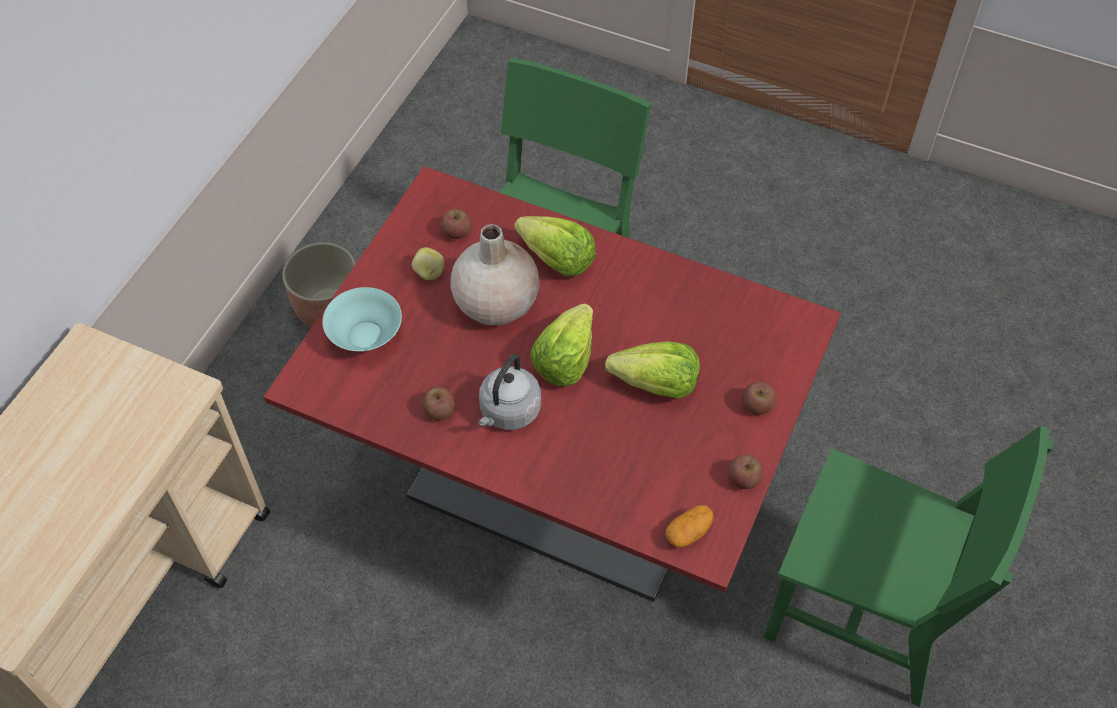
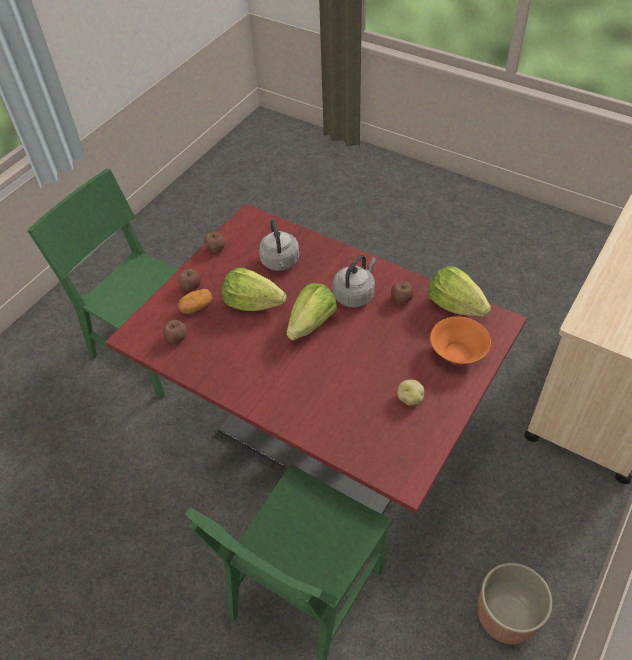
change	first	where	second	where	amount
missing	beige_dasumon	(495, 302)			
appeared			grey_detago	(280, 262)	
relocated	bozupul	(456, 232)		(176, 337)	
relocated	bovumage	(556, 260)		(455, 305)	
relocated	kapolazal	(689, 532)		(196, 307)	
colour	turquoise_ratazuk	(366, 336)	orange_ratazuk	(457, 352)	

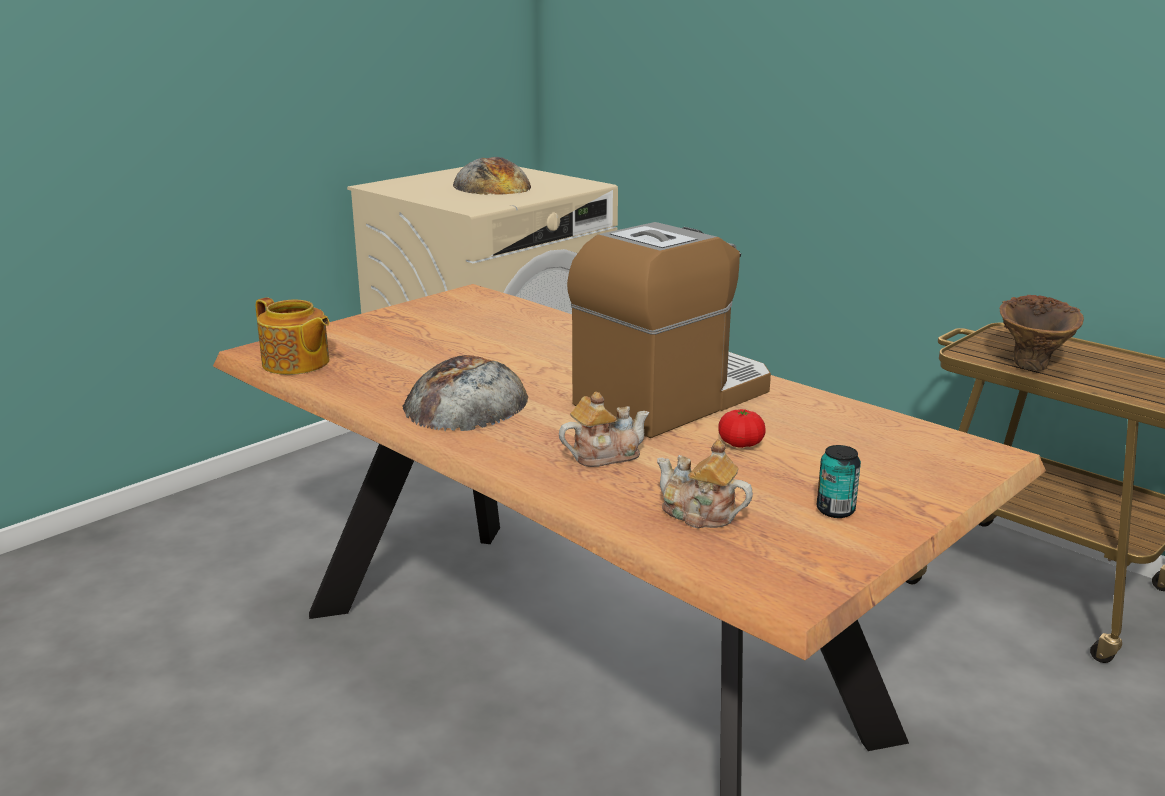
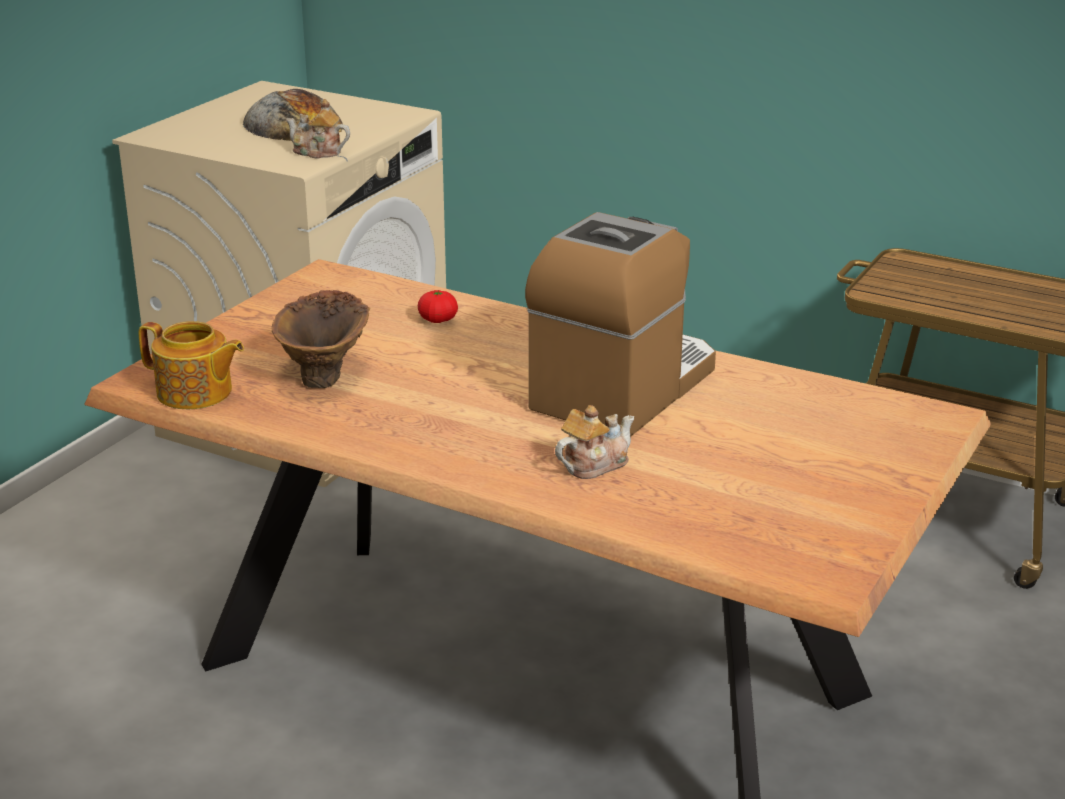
change	first	where	second	where	amount
missing	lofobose	(466, 402)			
missing	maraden	(835, 510)			
relocated	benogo	(699, 514)		(318, 152)	
relocated	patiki	(740, 444)		(438, 320)	
relocated	brown_dasumon	(1033, 362)		(326, 374)	

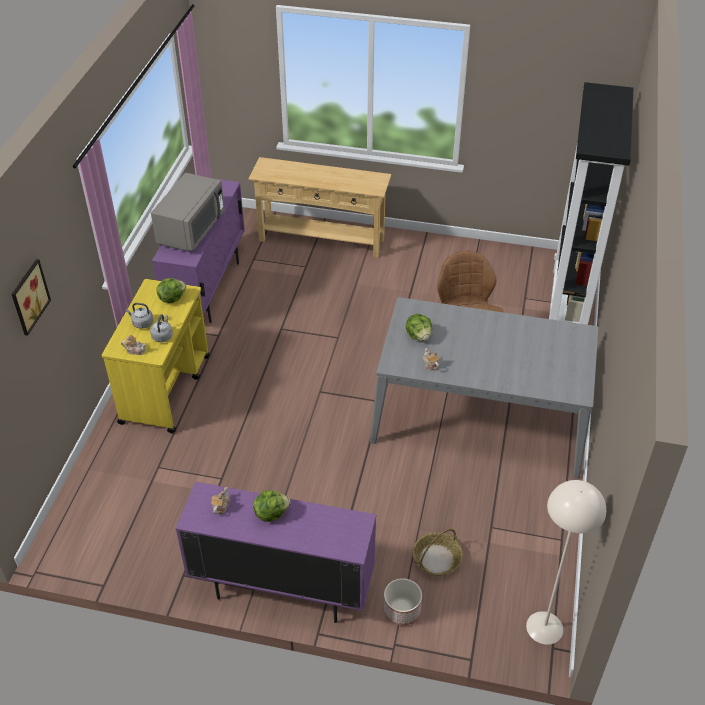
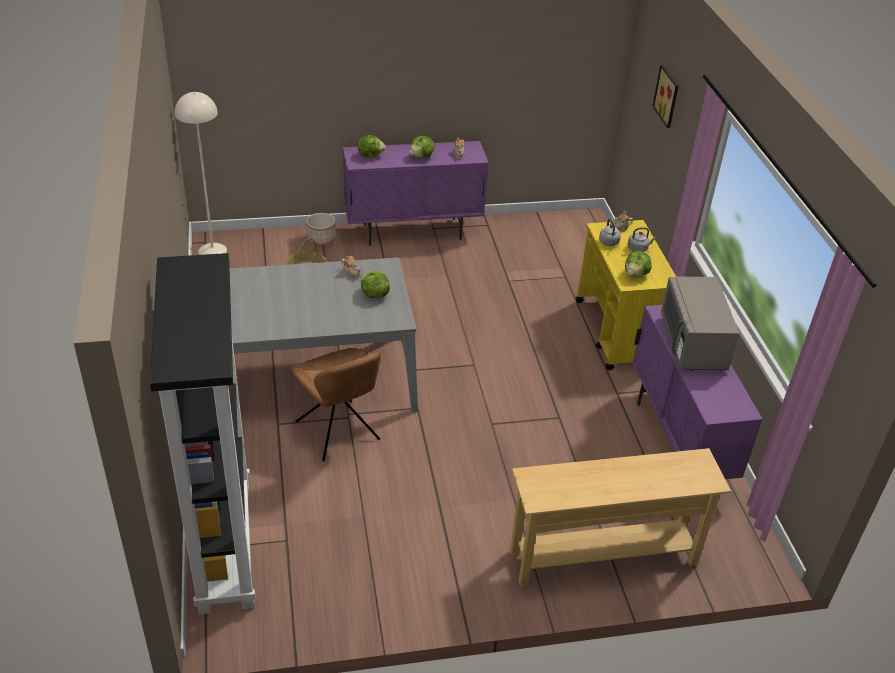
change	first	where	second	where	amount
appeared			bovumage	(370, 155)	

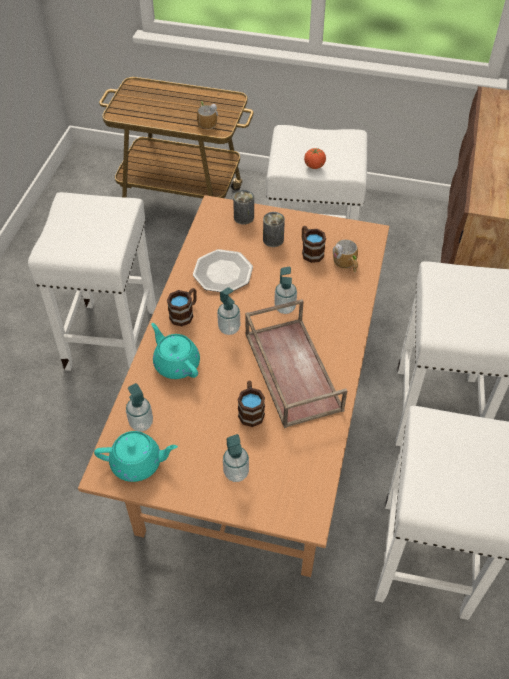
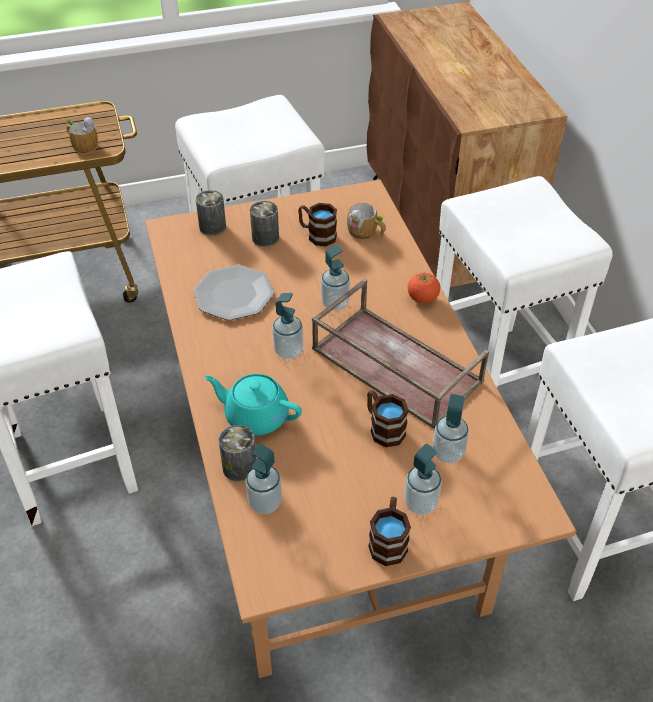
change	first	where	second	where	amount
missing	turquoise_benogo	(138, 463)			
appeared			maraden	(239, 467)	
appeared			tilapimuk	(448, 453)	
relocated	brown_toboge	(185, 313)		(389, 540)	
relocated	patiki	(314, 166)		(422, 299)	

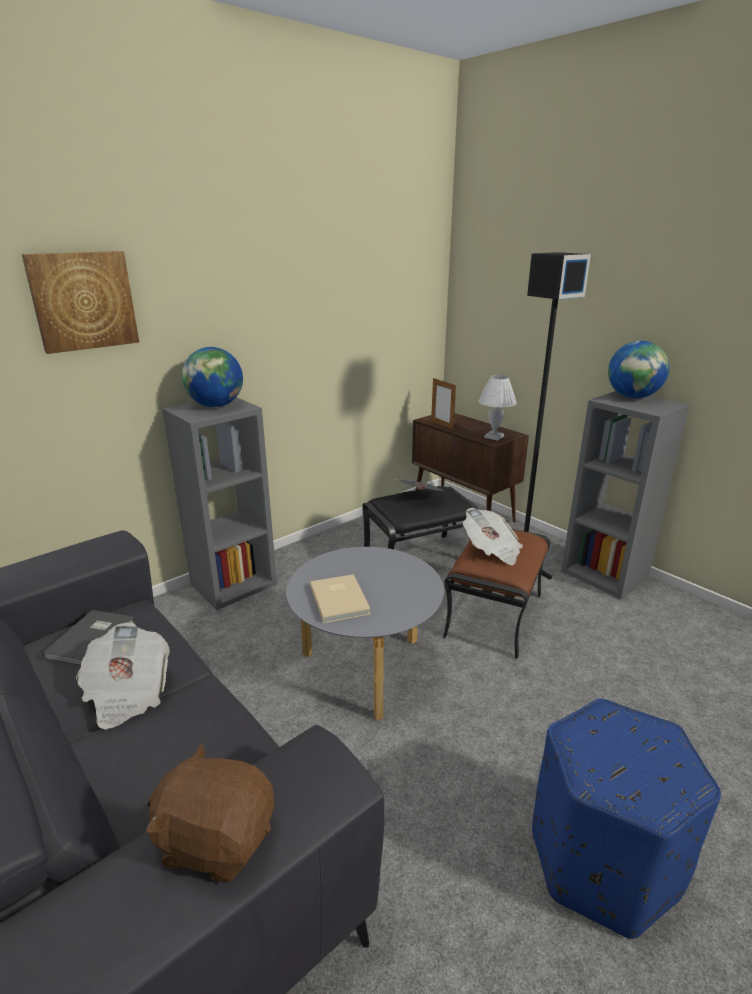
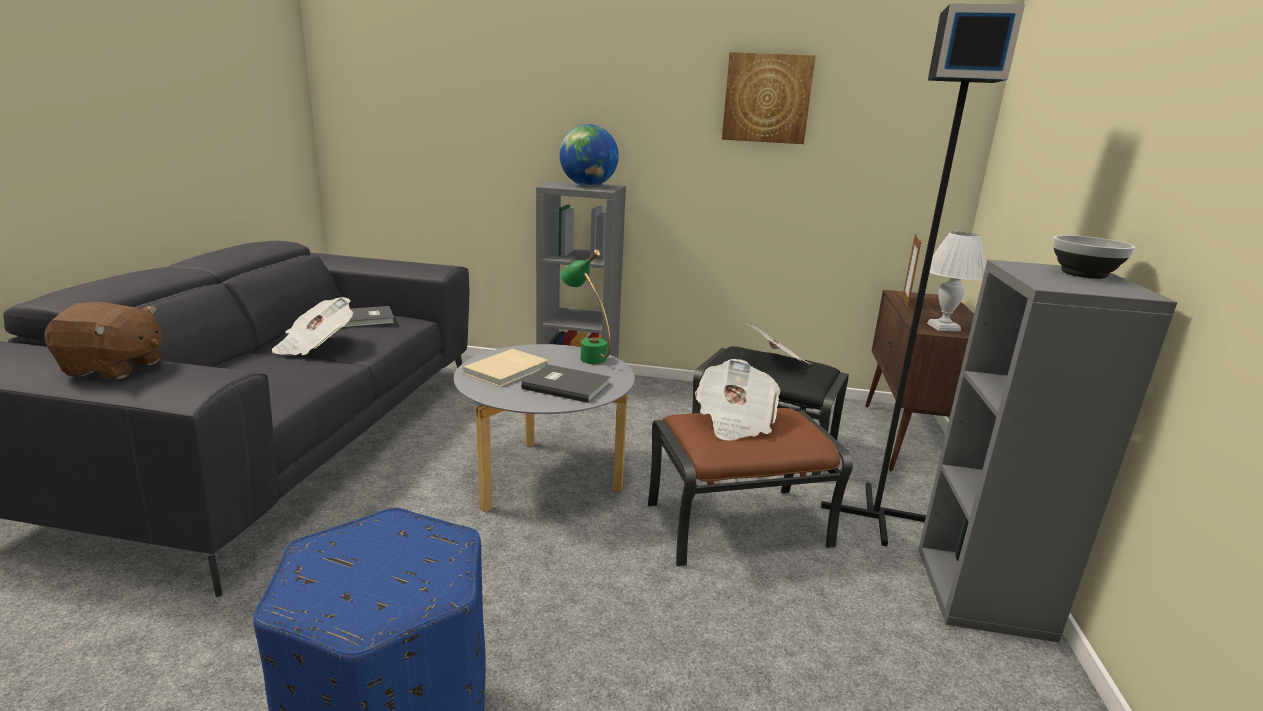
change	first	where	second	where	amount
appeared			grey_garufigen	(566, 385)	
appeared			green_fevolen	(586, 355)	
relocated	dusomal	(83, 301)		(767, 98)	
exchanged	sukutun	(632, 397)	ratazuk	(1083, 274)	
spun	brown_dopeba	(216, 838)		(114, 368)	120 degrees clockwise

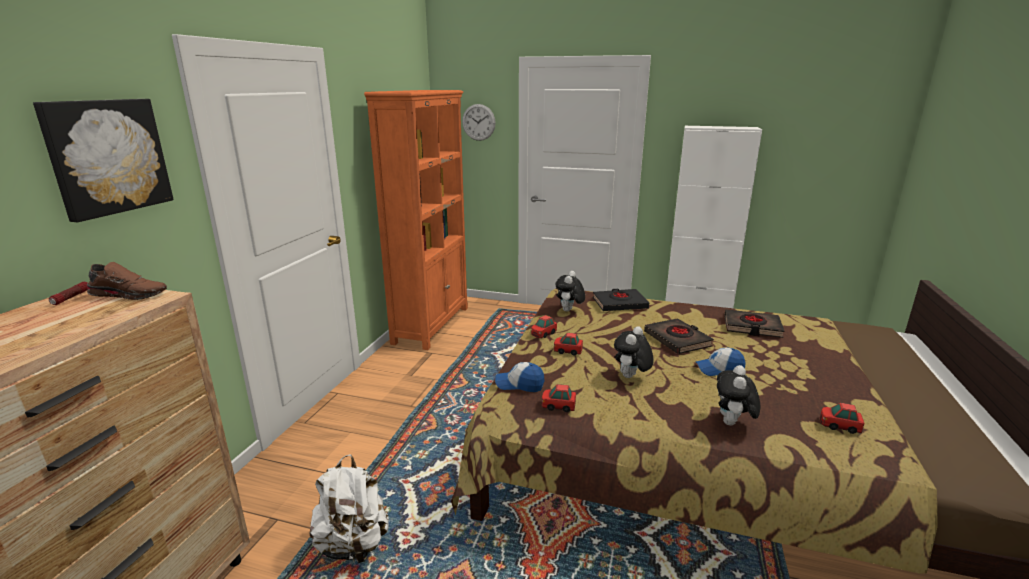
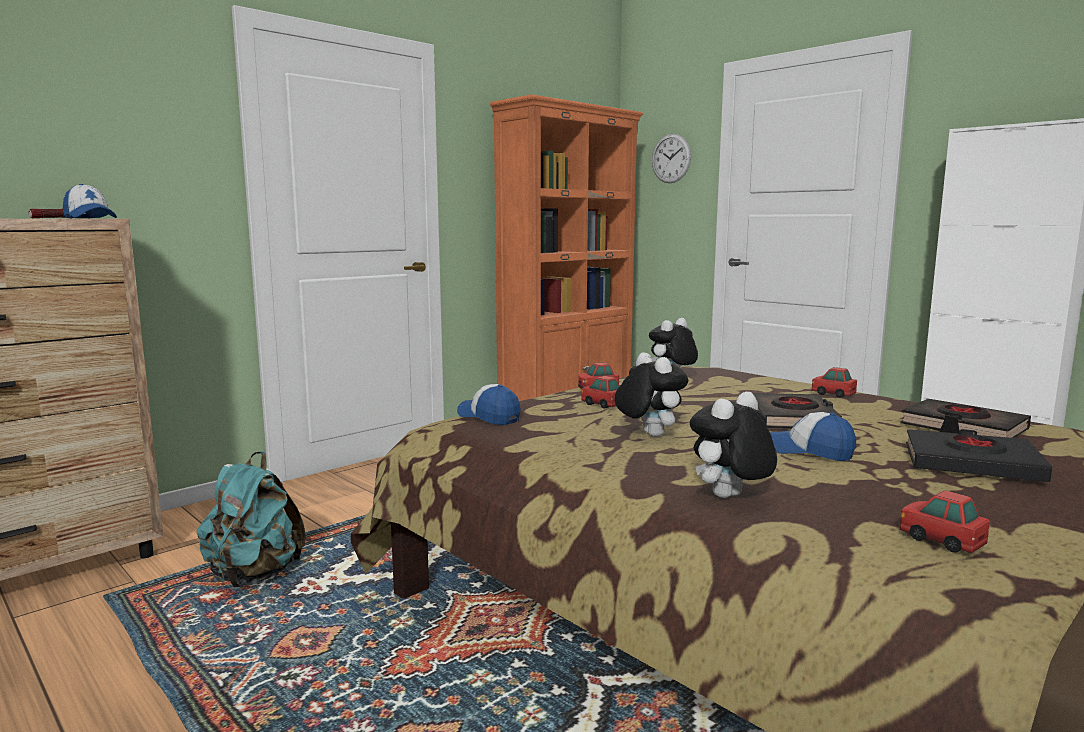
change	first	where	second	where	amount
missing	dusomal	(107, 157)			
relocated	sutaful	(558, 406)		(832, 394)	
relocated	black_garufigen	(619, 304)		(971, 464)	
exchanged	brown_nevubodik	(131, 294)	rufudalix	(89, 218)	
colour	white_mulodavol	(353, 545)	turquoise_mulodavol	(254, 576)	
spun	dopeba	(631, 377)		(648, 435)	90 degrees clockwise

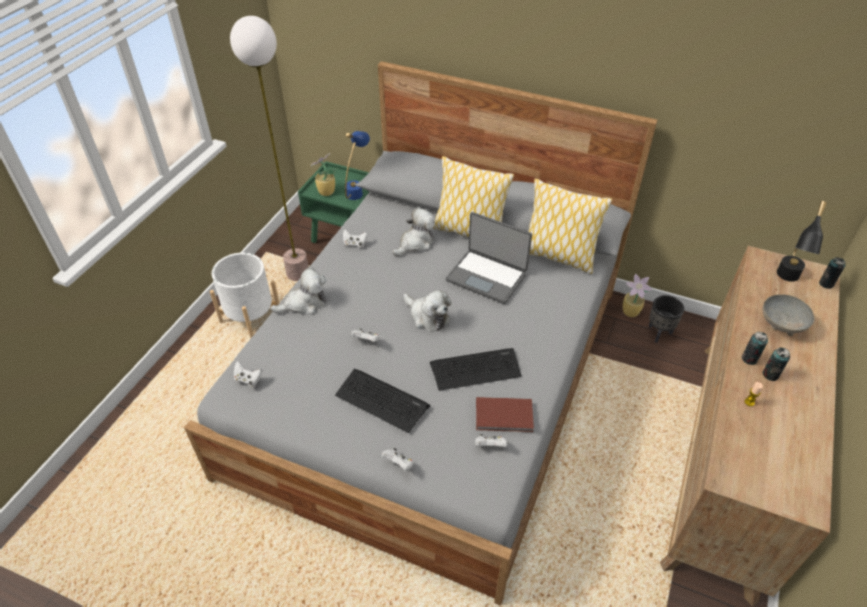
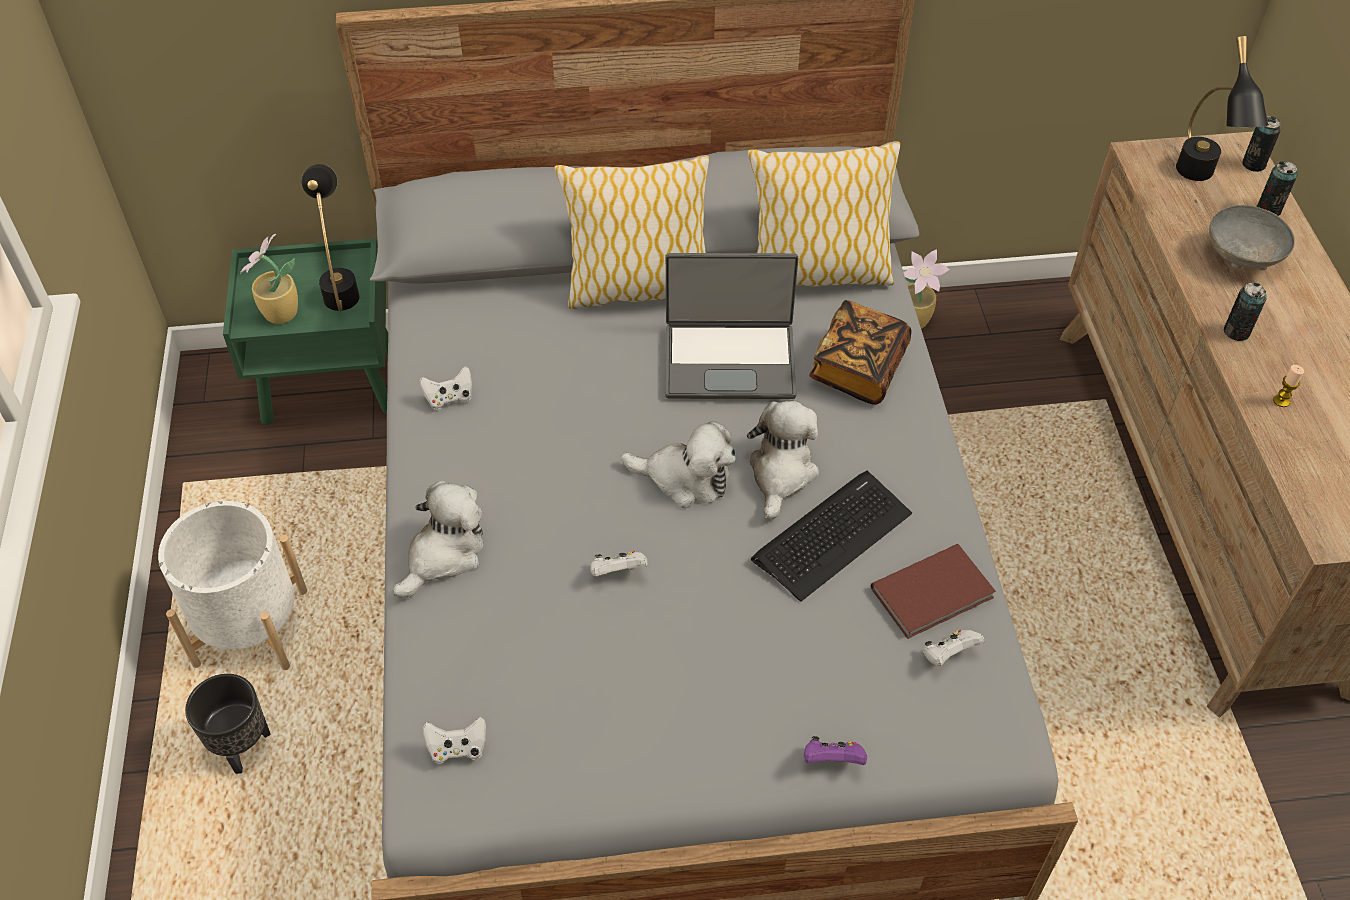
change	first	where	second	where	amount
missing	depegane	(298, 273)			
missing	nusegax	(382, 400)			
appeared			garufigen	(858, 368)	
relocated	dopeba	(415, 243)		(781, 473)	
relocated	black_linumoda	(659, 333)		(244, 747)	
relocated	maraden	(770, 375)		(1268, 209)	
colour	blue_fevolen	(357, 190)	black_fevolen	(340, 285)	
colour	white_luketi	(398, 464)	purple_luketi	(832, 760)	

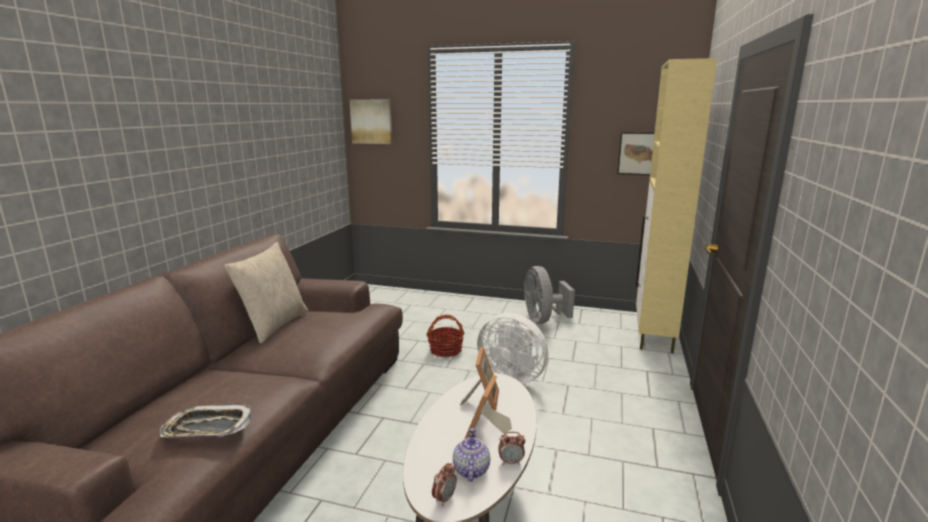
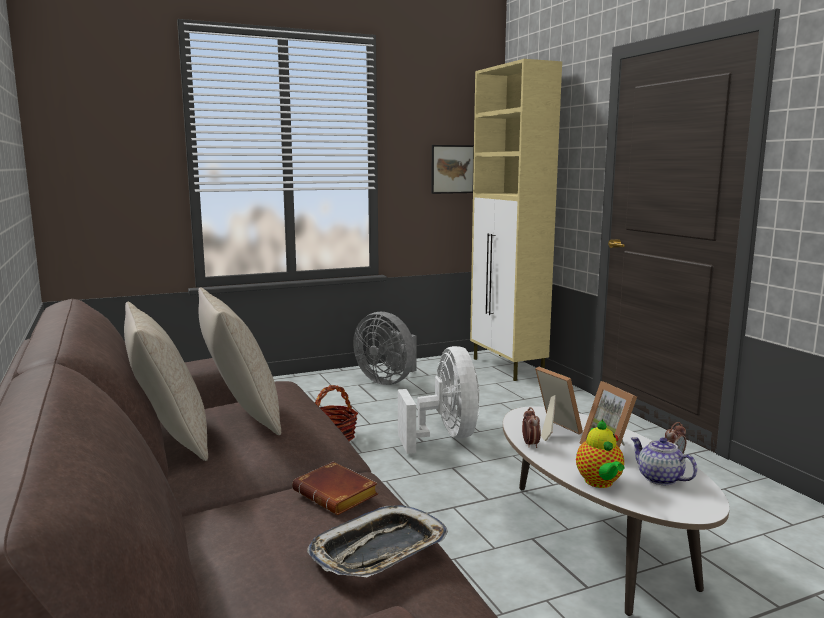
change	first	where	second	where	amount
missing	dusomal	(371, 121)			
appeared			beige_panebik	(241, 416)	
appeared			brown_garufigen	(338, 495)	
appeared			benogo	(600, 483)	
relocated	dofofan	(444, 498)		(530, 444)	
spun	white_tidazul	(512, 376)		(445, 437)	90 degrees counterclockwise

